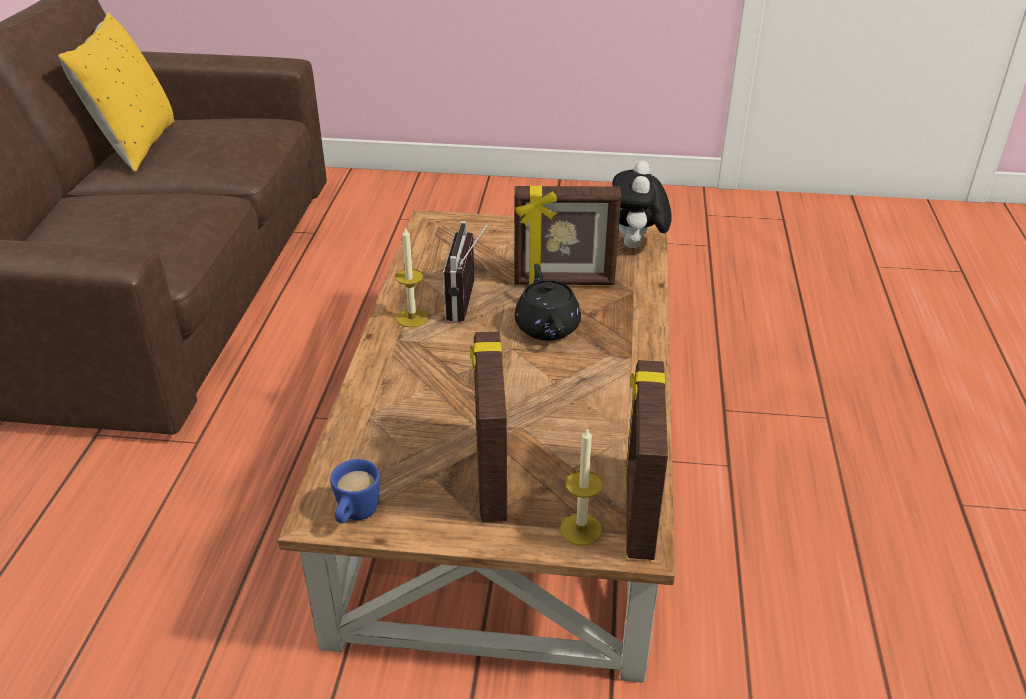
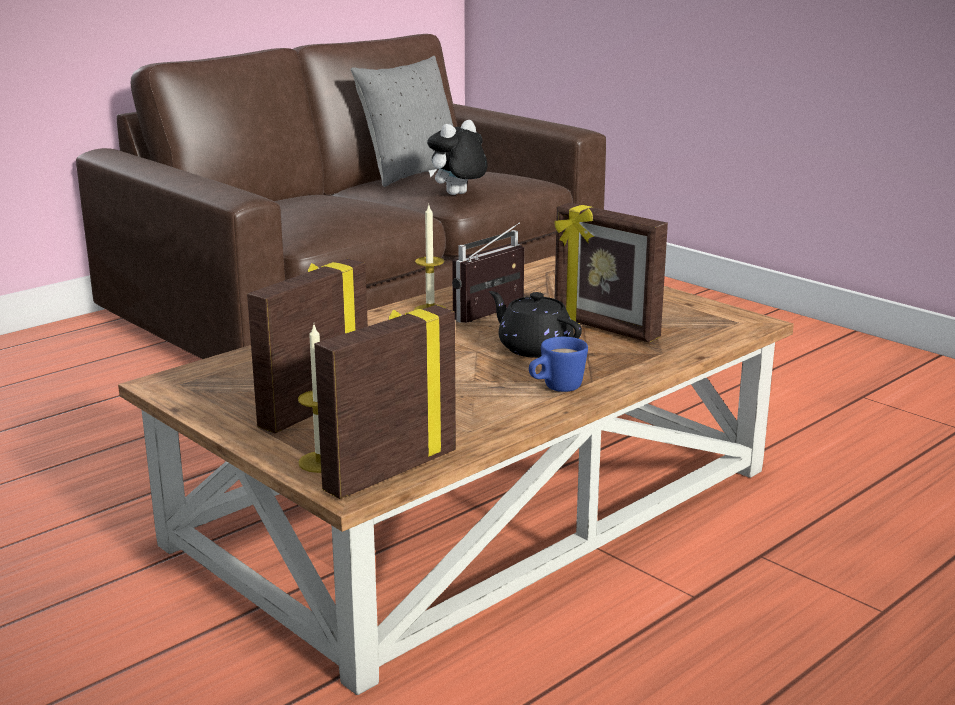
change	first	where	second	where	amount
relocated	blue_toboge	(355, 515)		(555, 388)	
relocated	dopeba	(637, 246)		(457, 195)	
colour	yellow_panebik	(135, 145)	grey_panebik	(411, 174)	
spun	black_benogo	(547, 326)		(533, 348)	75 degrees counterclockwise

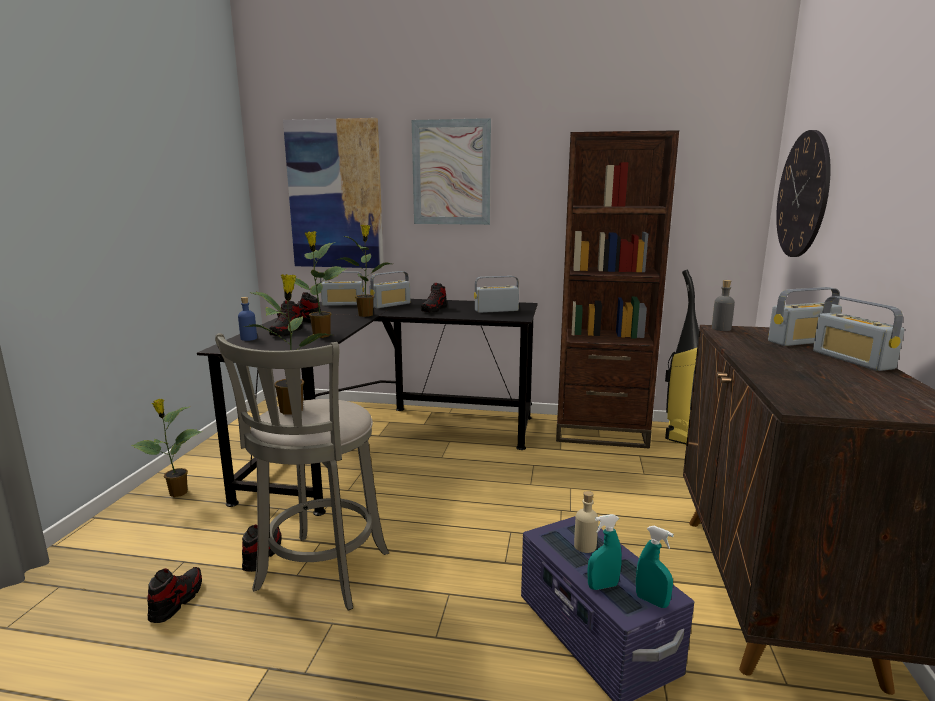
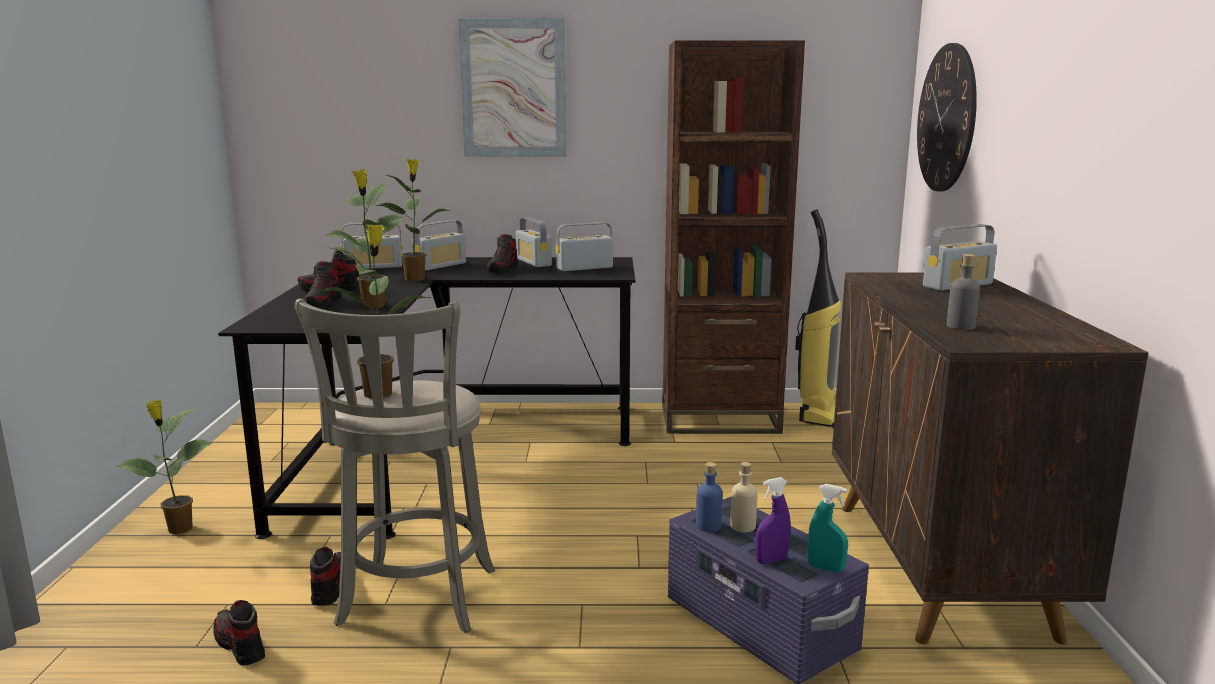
change	first	where	second	where	amount
missing	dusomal	(335, 195)			
relocated	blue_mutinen	(248, 338)		(708, 526)	
relocated	grey_mutinen	(721, 329)		(960, 326)	
relocated	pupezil	(852, 360)		(533, 262)	
colour	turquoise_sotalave	(602, 586)	purple_sotalave	(771, 560)	
spun	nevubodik	(176, 601)		(239, 645)	45 degrees counterclockwise

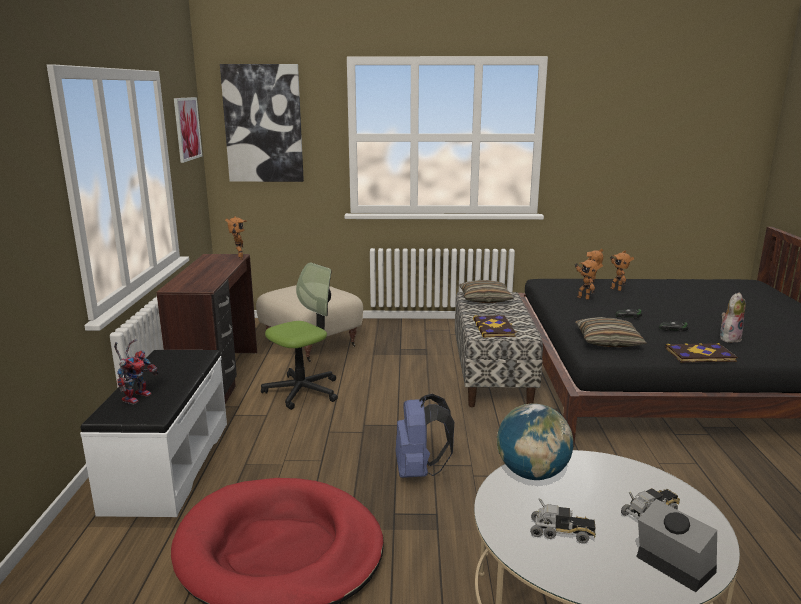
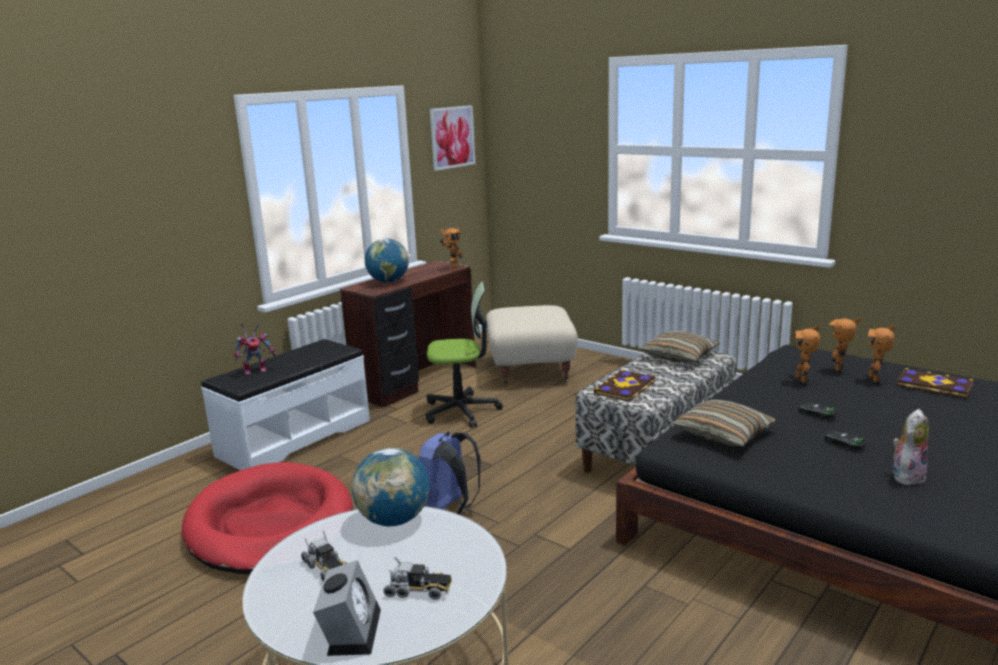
change	first	where	second	where	amount
missing	dusomal	(263, 124)			
appeared			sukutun	(388, 282)	
relocated	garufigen	(700, 355)		(934, 385)	
spun	dopeba	(729, 338)		(906, 476)	45 degrees counterclockwise

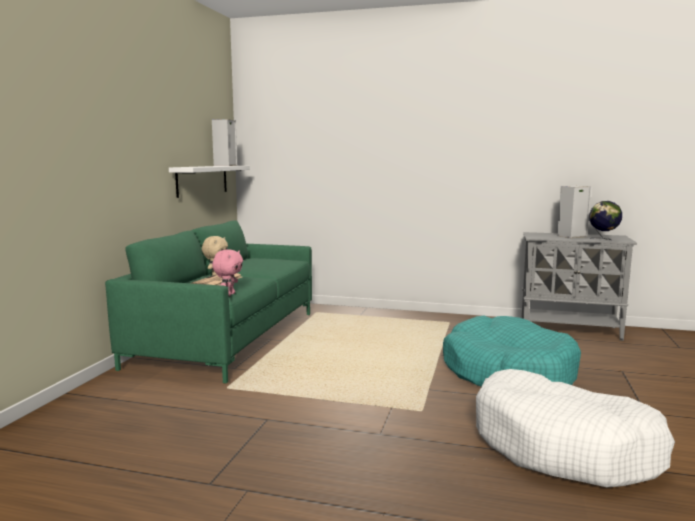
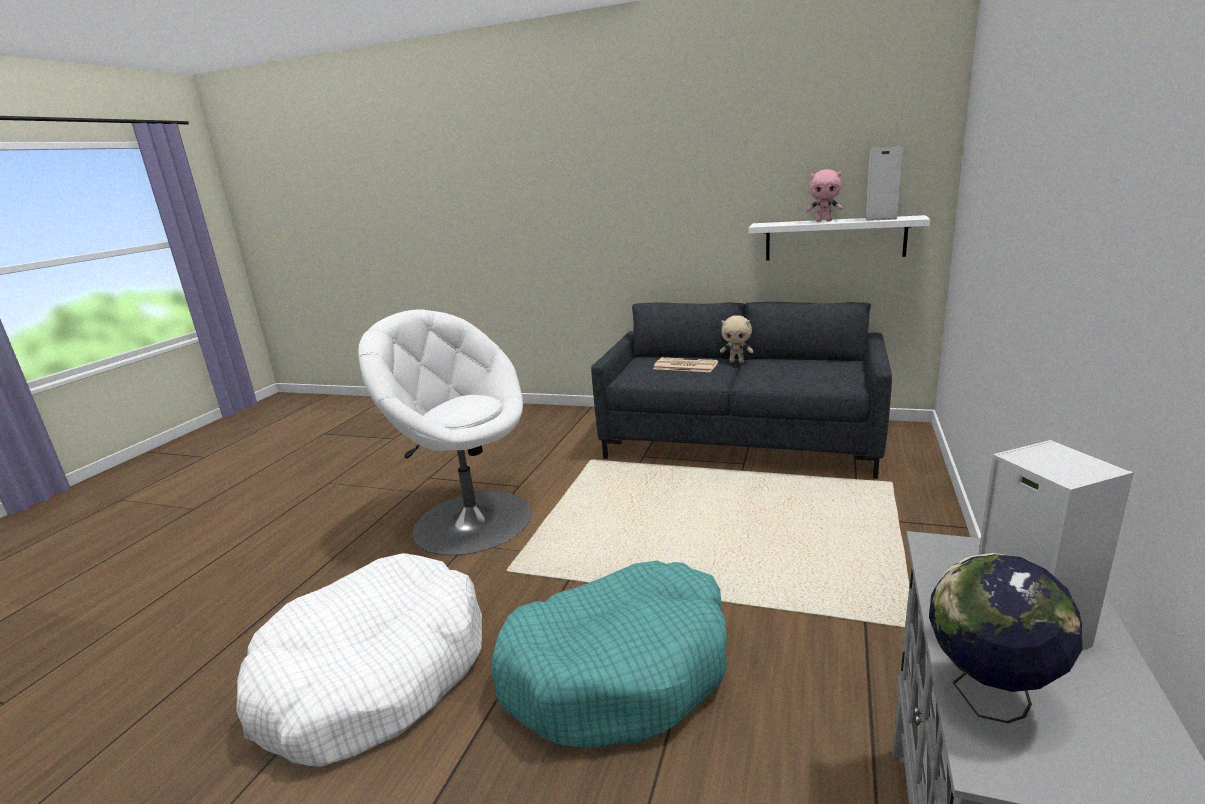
change	first	where	second	where	amount
appeared			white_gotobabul	(471, 520)	
relocated	pink_dopeba	(229, 294)		(824, 221)	
colour	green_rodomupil	(228, 338)	grey_rodomupil	(740, 440)	

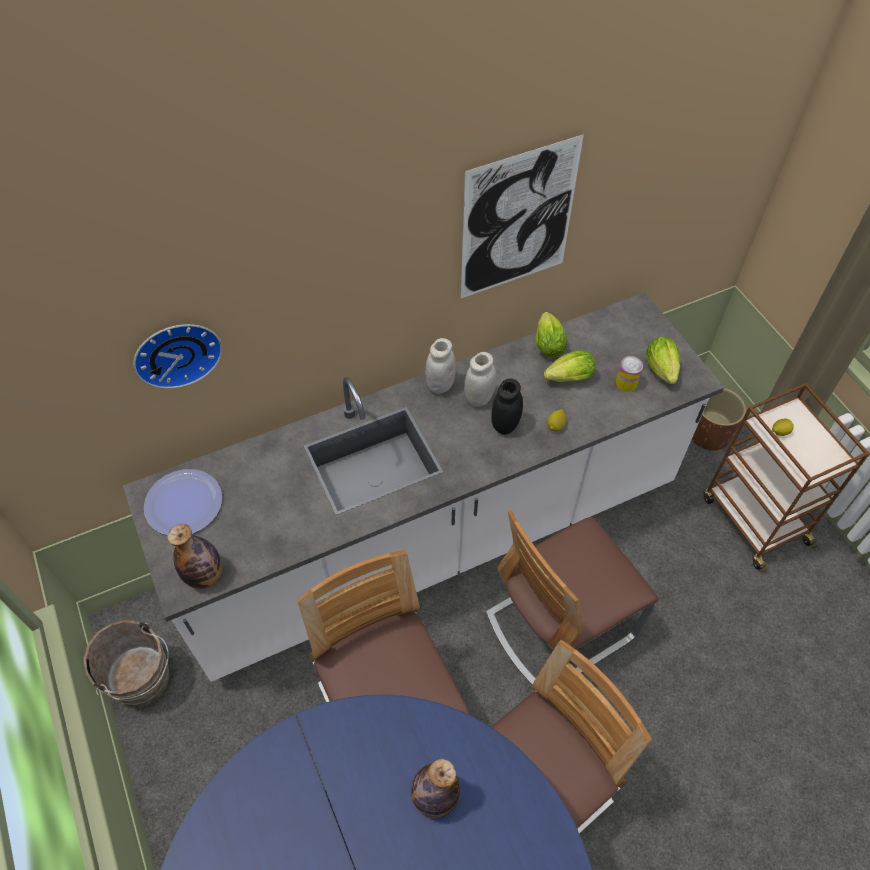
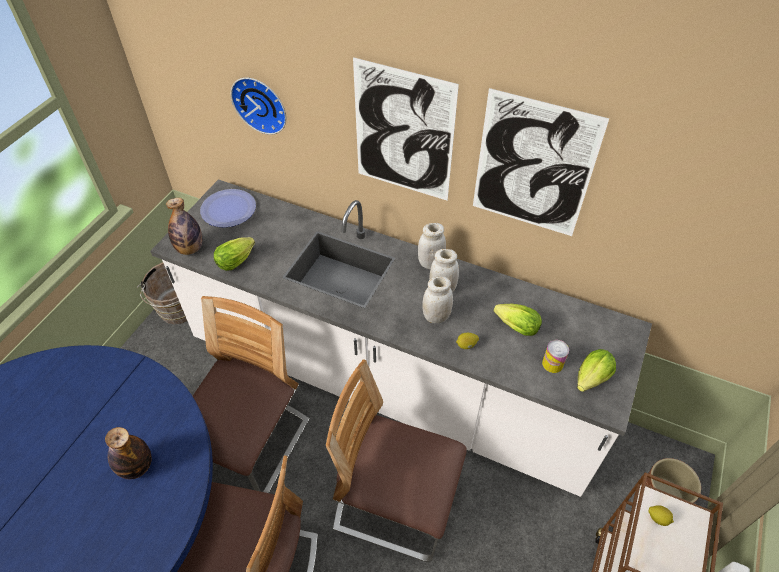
change	first	where	second	where	amount
appeared			dusomal	(403, 133)	
relocated	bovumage	(548, 343)		(237, 260)	
colour	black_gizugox	(505, 425)	white_gizugox	(436, 317)	

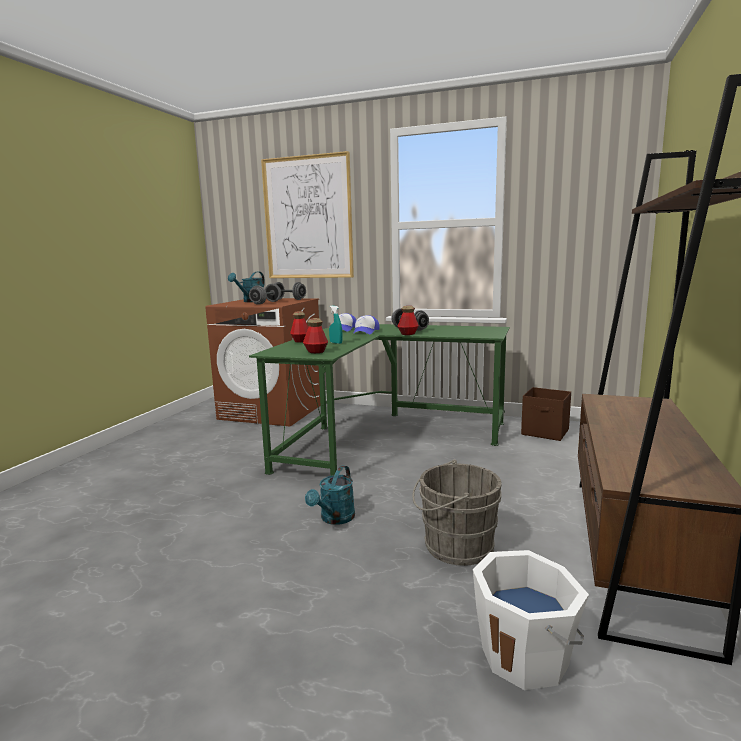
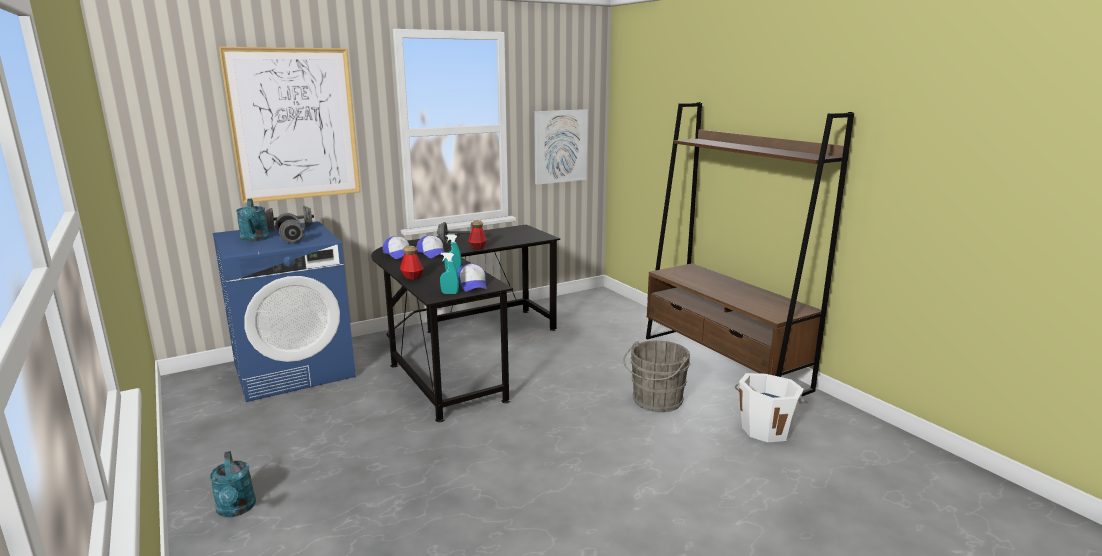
change	first	where	second	where	amount
missing	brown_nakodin	(545, 432)			
appeared			turquoise_sotalave	(450, 293)	
appeared			dusomal	(560, 146)	
relocated	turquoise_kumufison	(334, 519)		(236, 509)	
exchanged	mutinen	(316, 352)	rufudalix	(472, 285)	
colour	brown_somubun	(272, 411)	blue_somubun	(294, 370)	
colour	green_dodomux	(383, 436)	black_dodomux	(463, 353)	

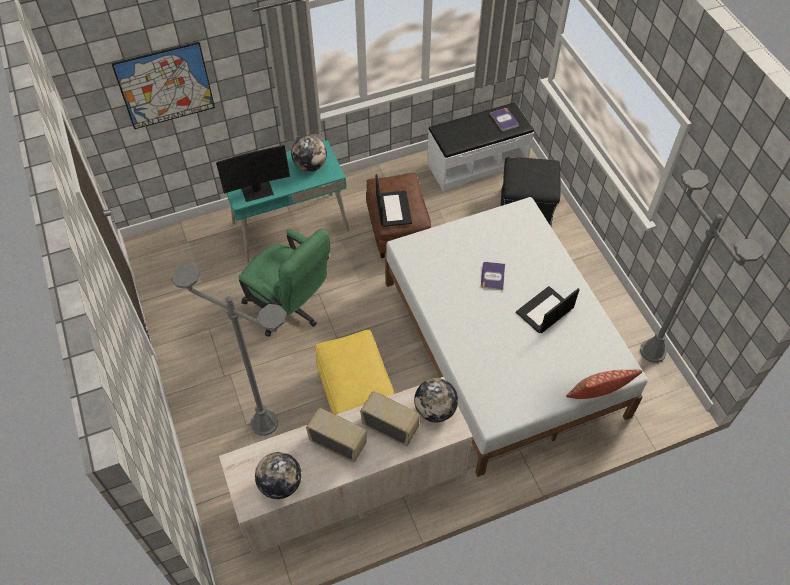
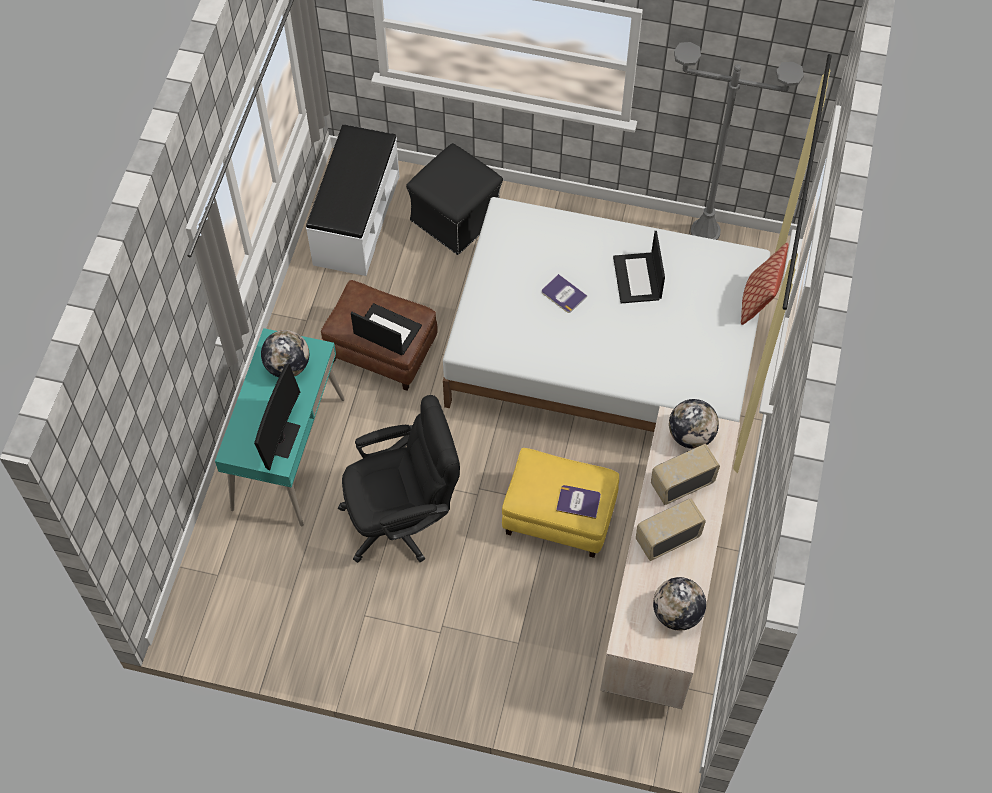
change	first	where	second	where	amount
missing	dusomal	(165, 86)			
missing	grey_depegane	(264, 423)			
relocated	garufigen	(504, 120)		(578, 502)	
colour	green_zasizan	(289, 309)	black_zasizan	(403, 519)	

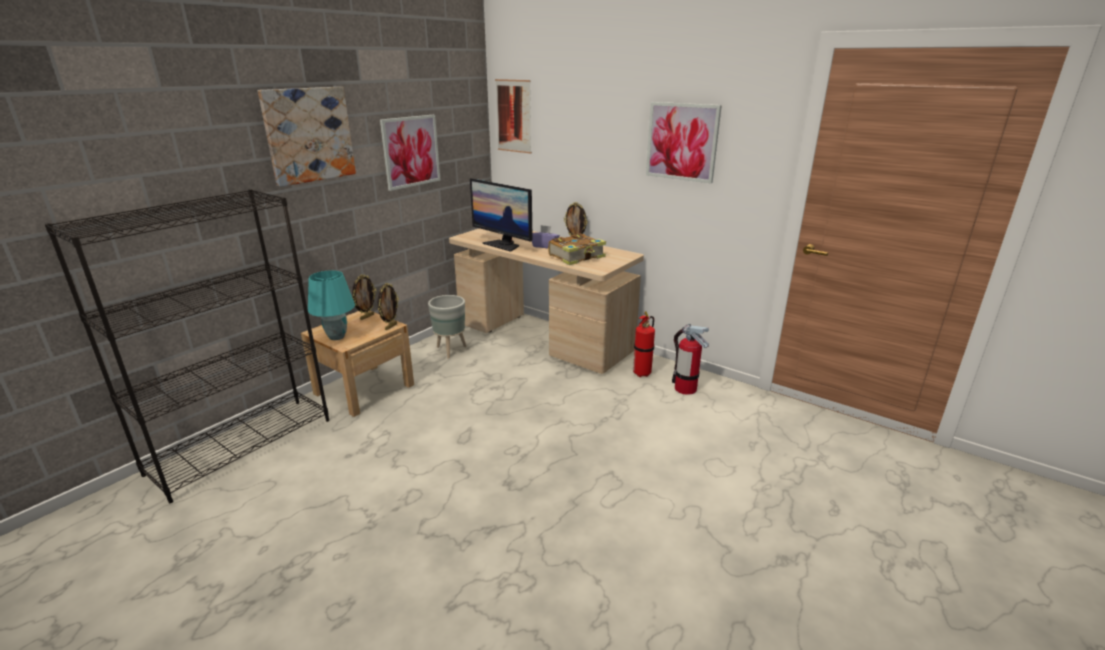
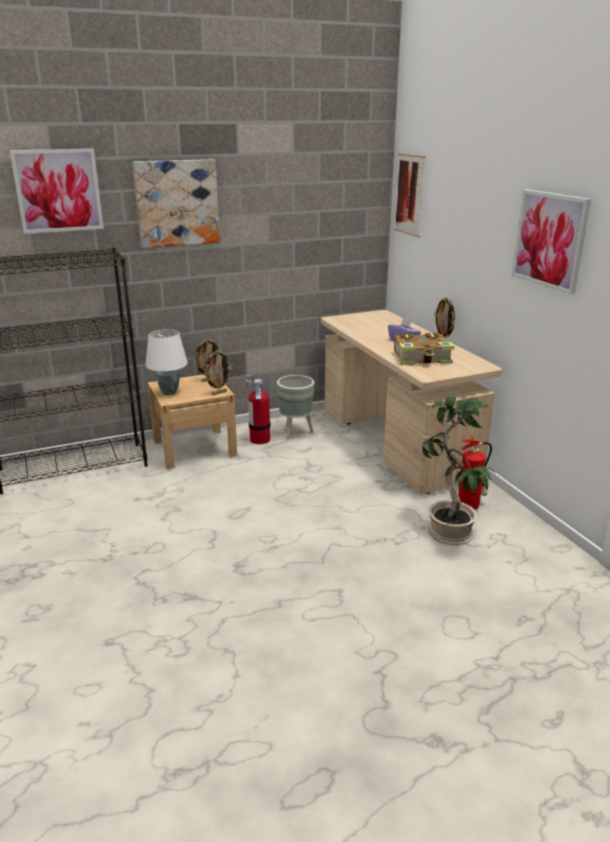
change	first	where	second	where	amount
missing	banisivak	(503, 245)			
appeared			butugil	(447, 532)	
relocated	dusomal	(410, 151)		(58, 191)	
relocated	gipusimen	(685, 388)		(259, 439)	
colour	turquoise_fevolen	(336, 337)	white_fevolen	(169, 392)	

